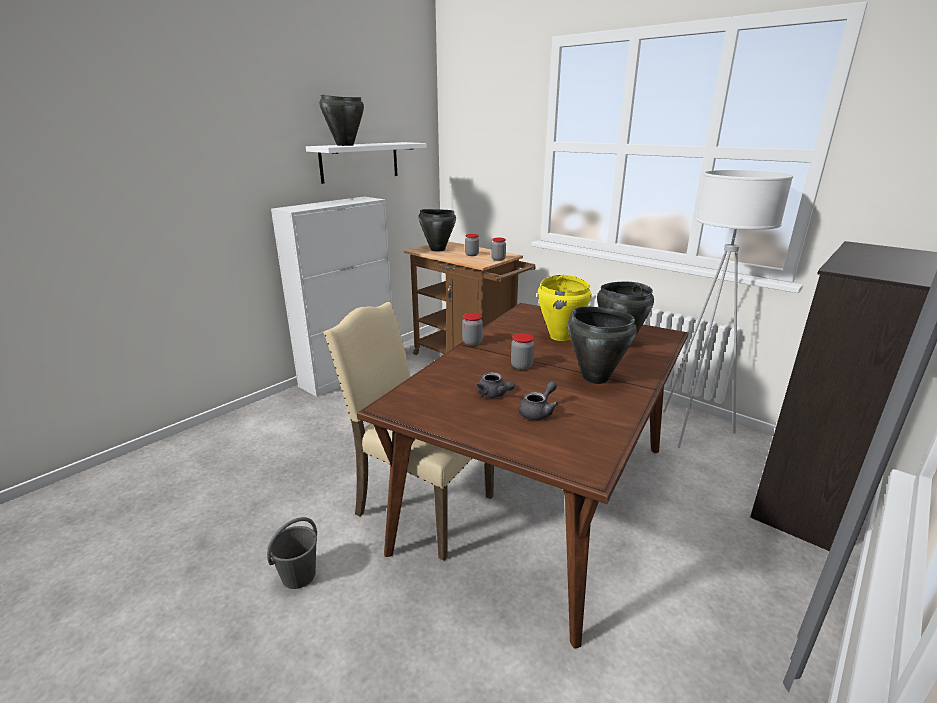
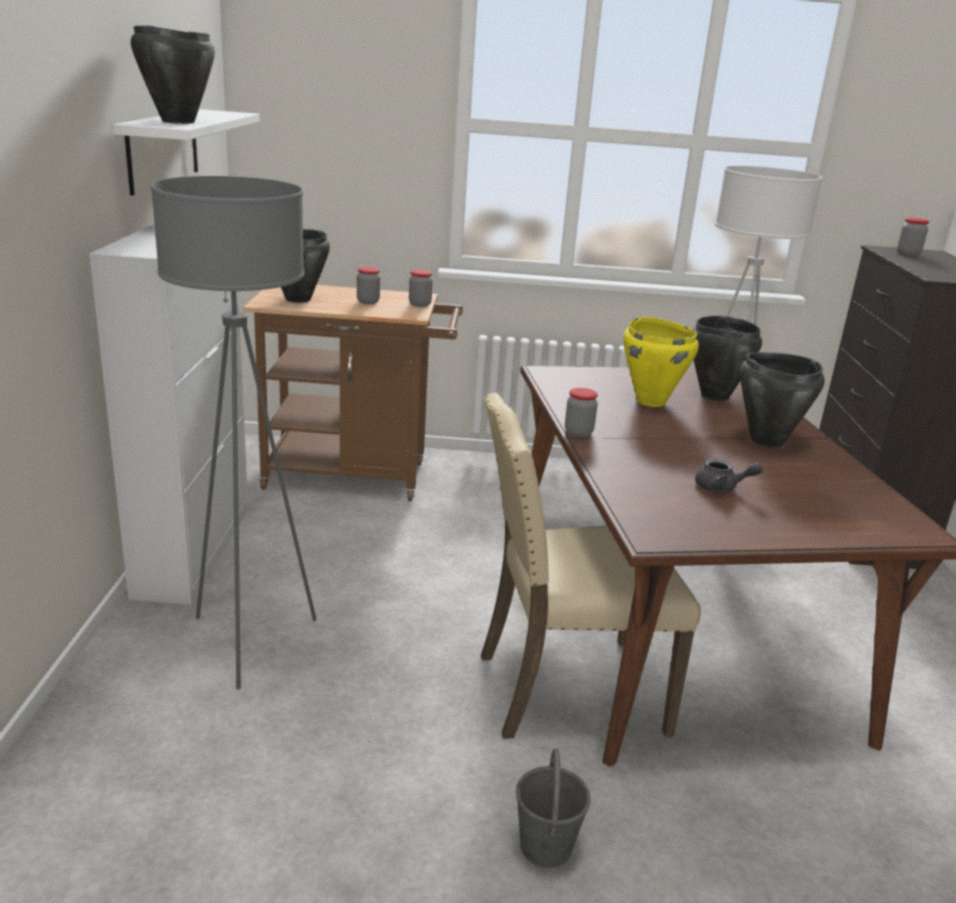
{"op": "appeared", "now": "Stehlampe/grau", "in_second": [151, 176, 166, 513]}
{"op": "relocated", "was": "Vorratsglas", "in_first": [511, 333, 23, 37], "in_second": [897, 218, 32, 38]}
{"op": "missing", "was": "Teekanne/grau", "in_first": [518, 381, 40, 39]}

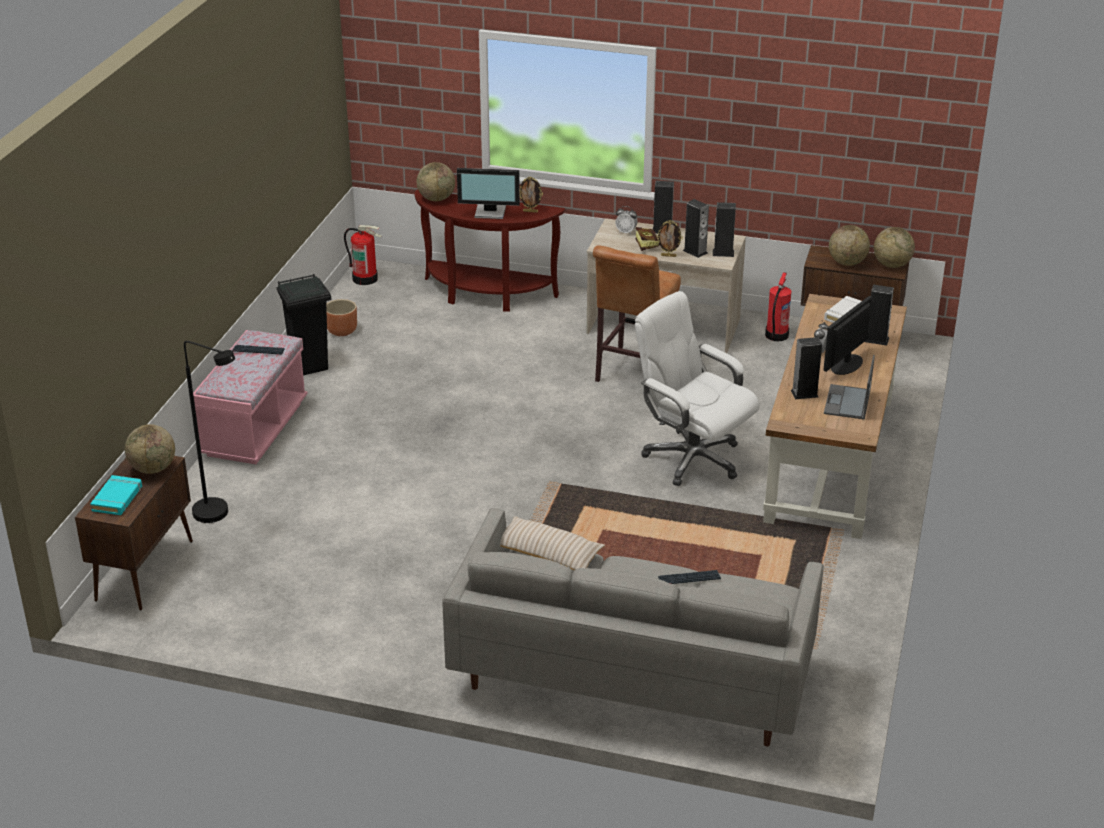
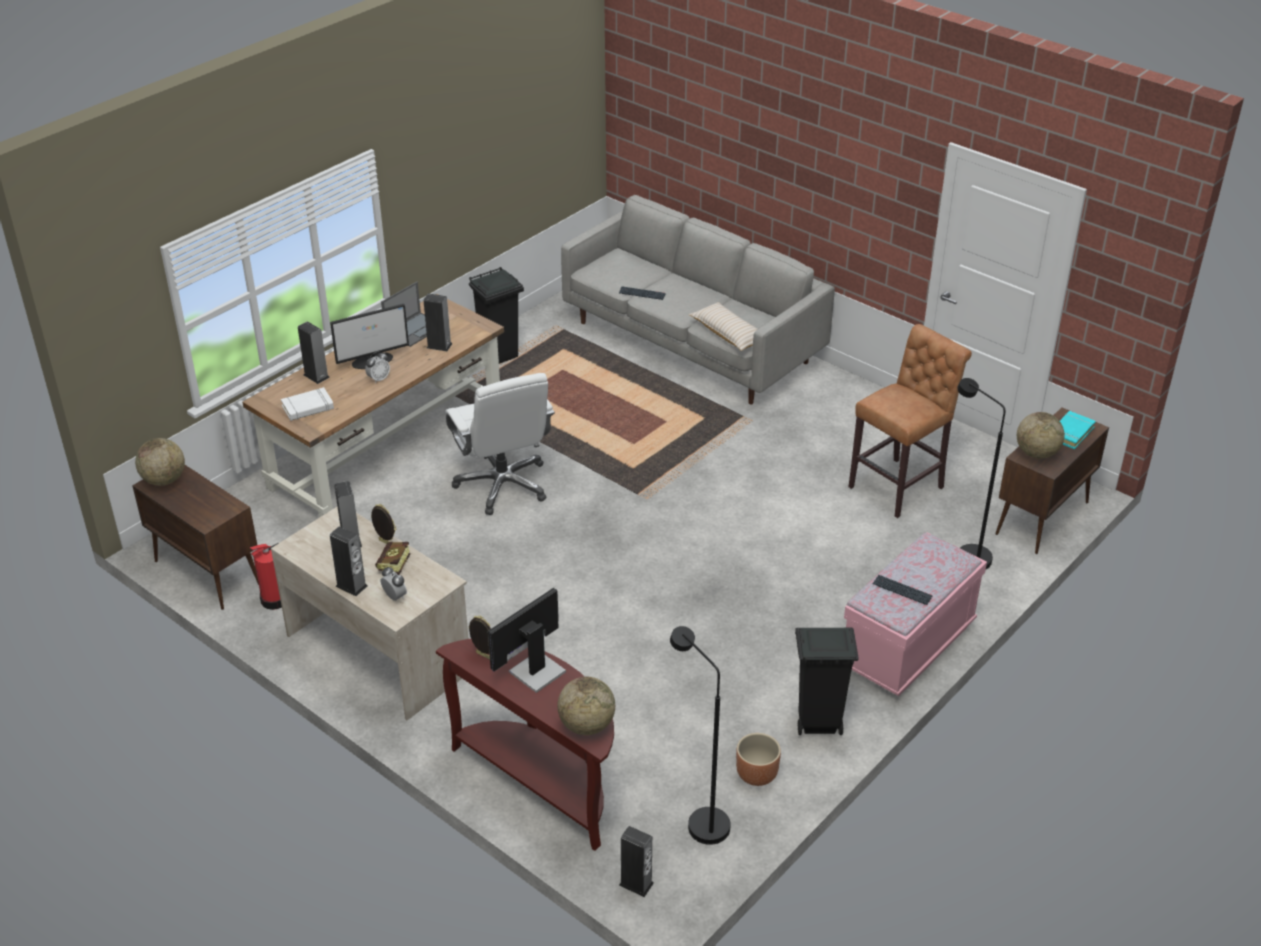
{"op": "appeared", "now": "Mülleimer/schwarz", "in_second": [469, 267, 55, 97]}
{"op": "spun", "was": "Monitor", "in_first": [457, 168, 63, 51], "in_second": [488, 588, 78, 105], "clockwise": -75}
{"op": "relocated", "was": "Lautsprecher", "in_first": [713, 202, 23, 55], "in_second": [619, 826, 35, 71]}
{"op": "appeared", "now": "Stehlampe/schwarz", "in_second": [670, 626, 61, 219]}
{"op": "relocated", "was": "Hocker/braun", "in_first": [593, 245, 88, 137], "in_second": [849, 324, 123, 194]}
{"op": "missing", "was": "Feuerlöscher", "in_first": [344, 225, 38, 60]}
{"op": "missing", "was": "Globus", "in_first": [829, 225, 41, 41]}

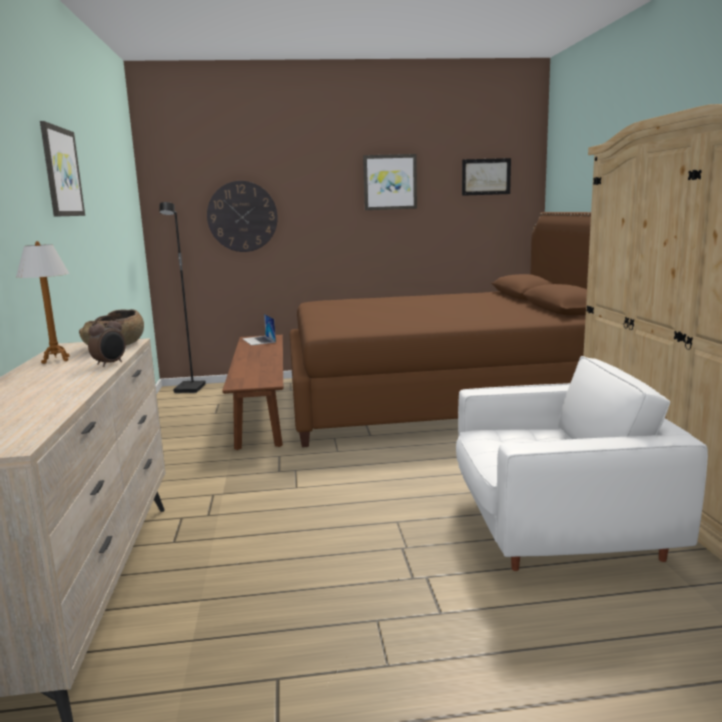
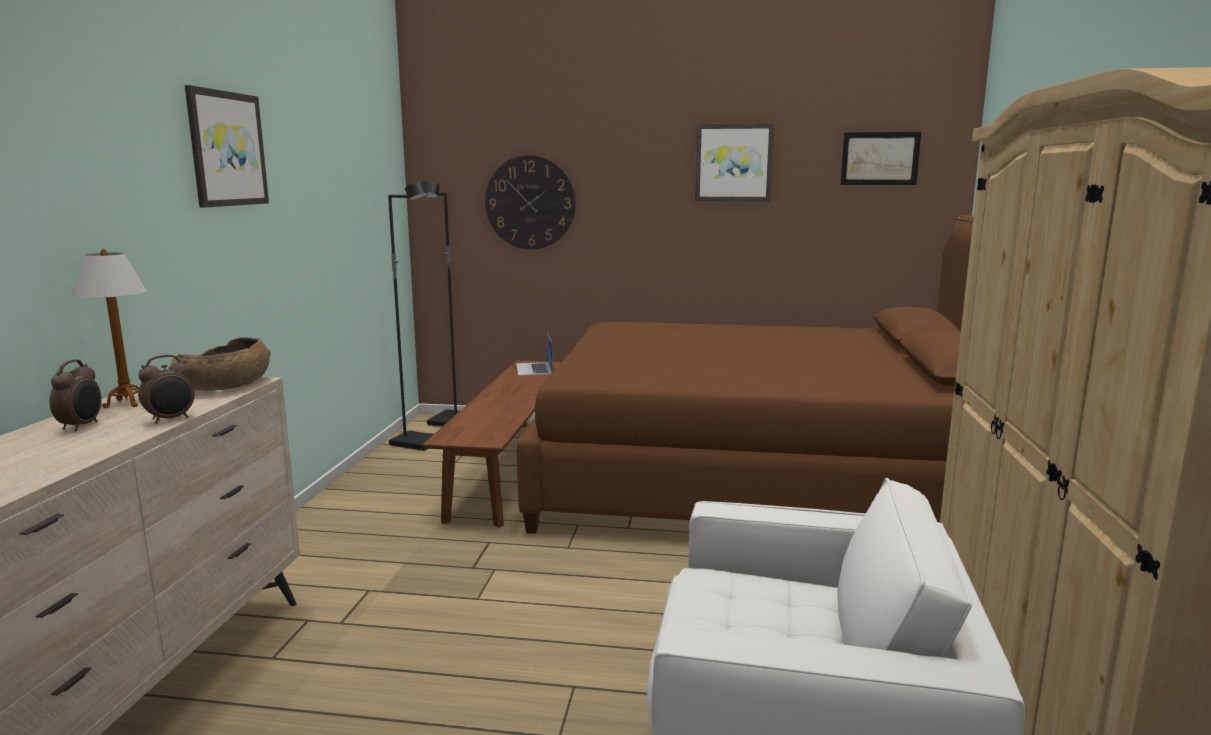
{"op": "appeared", "now": "Wecker", "in_second": [50, 360, 52, 71]}
{"op": "appeared", "now": "Stehlampe/schwarz", "in_second": [388, 182, 46, 269]}

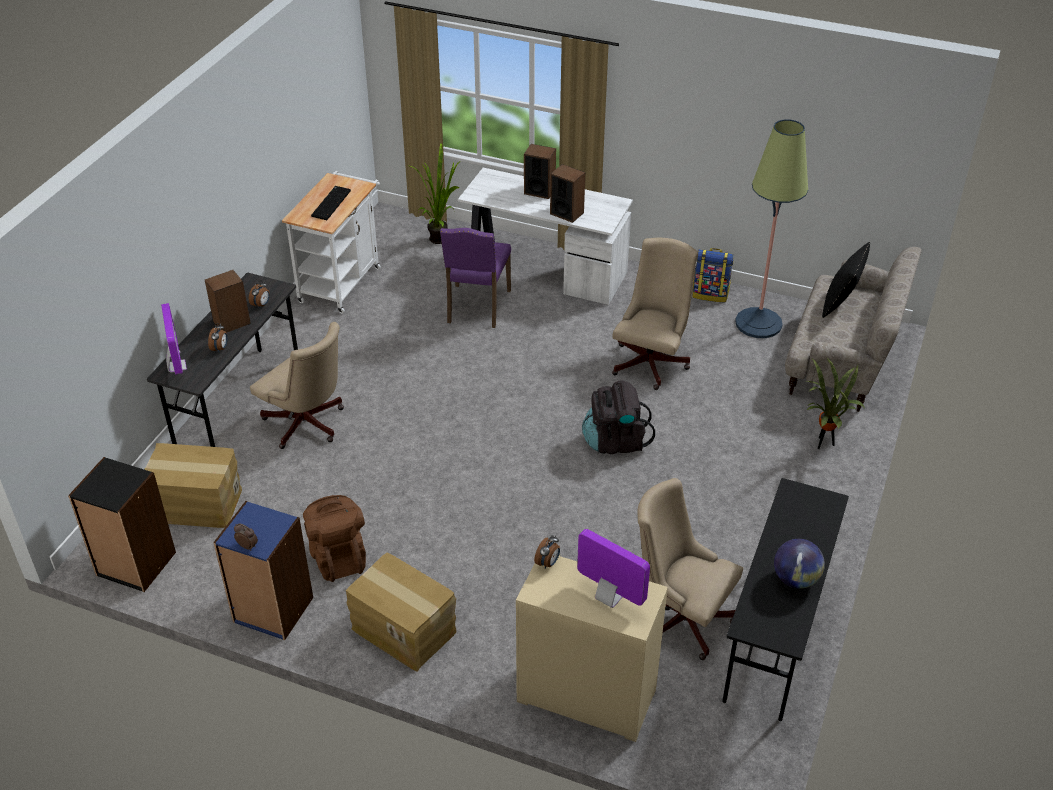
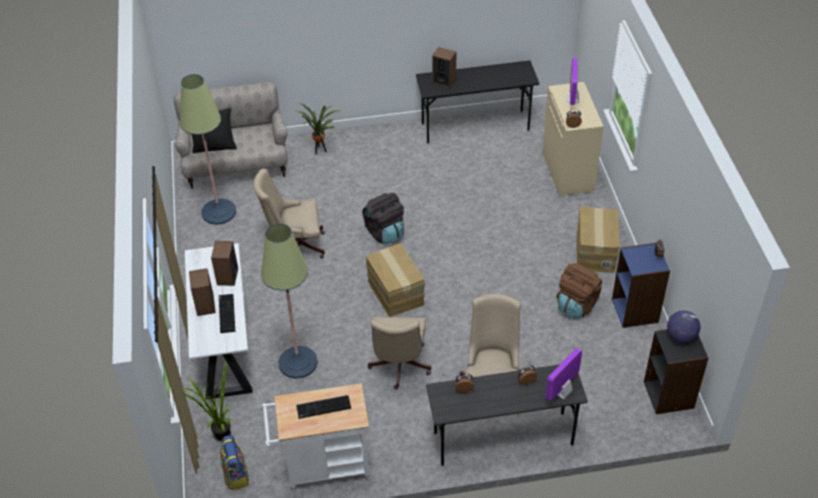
{"op": "appeared", "now": "Tastatur", "in_second": [219, 294, 16, 39]}
{"op": "relocated", "was": "Rucksack", "in_first": [693, 248, 40, 54], "in_second": [220, 435, 29, 55]}
{"op": "exchanged", "was": "Stuhl/lila", "now": "Stehlampe", "in_first": [440, 228, 71, 100], "in_second": [261, 224, 57, 155]}
{"op": "relocated", "was": "Karton", "in_first": [144, 443, 98, 85], "in_second": [366, 243, 59, 74]}
{"op": "relocated", "was": "Bürostuhl/beige", "in_first": [637, 478, 106, 182], "in_second": [368, 317, 63, 72]}
{"op": "relocated", "was": "Lautsprecher", "in_first": [205, 270, 46, 63], "in_second": [432, 47, 24, 41]}
{"op": "relocated", "was": "Globus", "in_first": [774, 539, 51, 50], "in_second": [667, 310, 33, 33]}

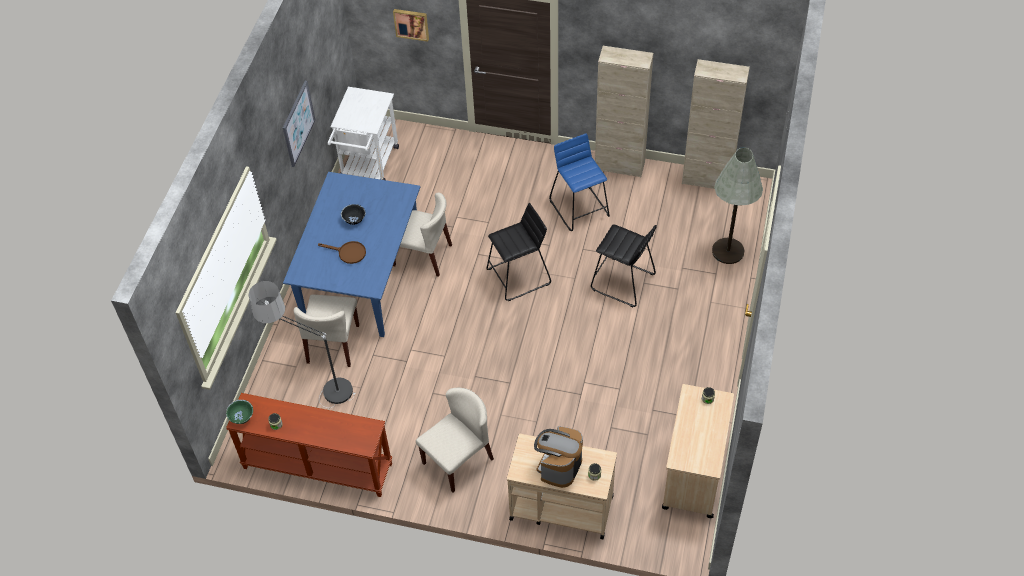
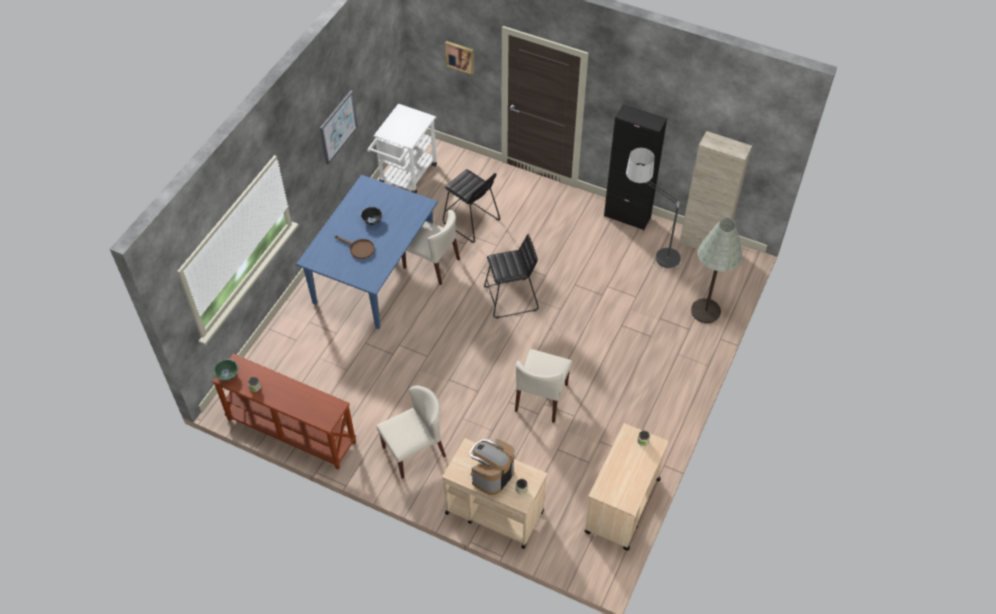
{"op": "relocated", "was": "Hocker/schwarz", "in_first": [591, 224, 66, 83], "in_second": [443, 169, 57, 74]}
{"op": "relocated", "was": "Stuhl/beige", "in_first": [294, 294, 65, 73], "in_second": [515, 349, 57, 74]}
{"op": "colour", "was": "Schrank/beige", "now": "Schrank/schwarz", "in_first": [595, 46, 58, 132], "in_second": [604, 104, 63, 126]}
{"op": "relocated", "was": "Stehlampe", "in_first": [248, 281, 107, 127], "in_second": [626, 148, 56, 122]}
{"op": "missing", "was": "Hocker/blau", "in_first": [549, 133, 61, 98]}

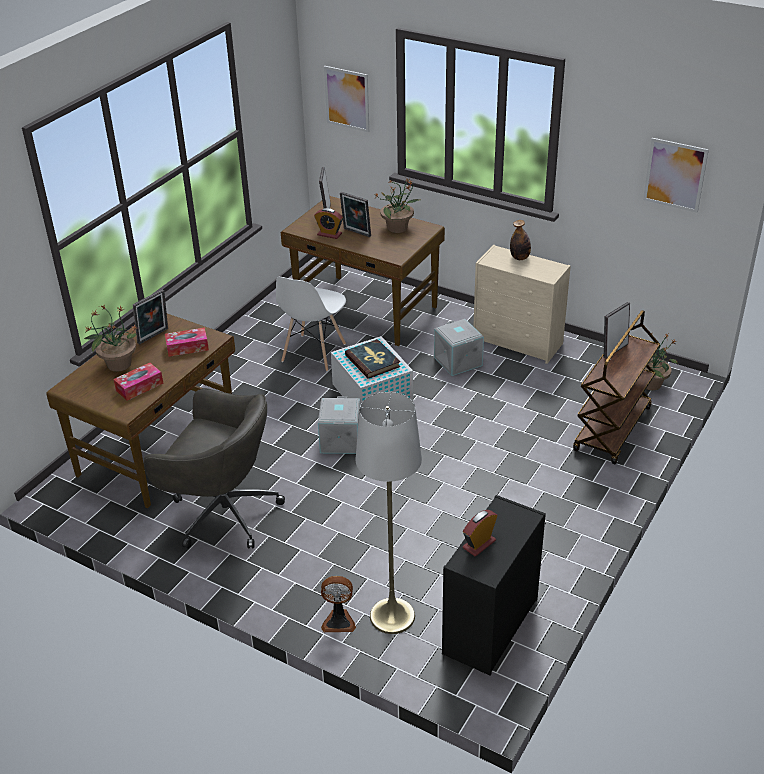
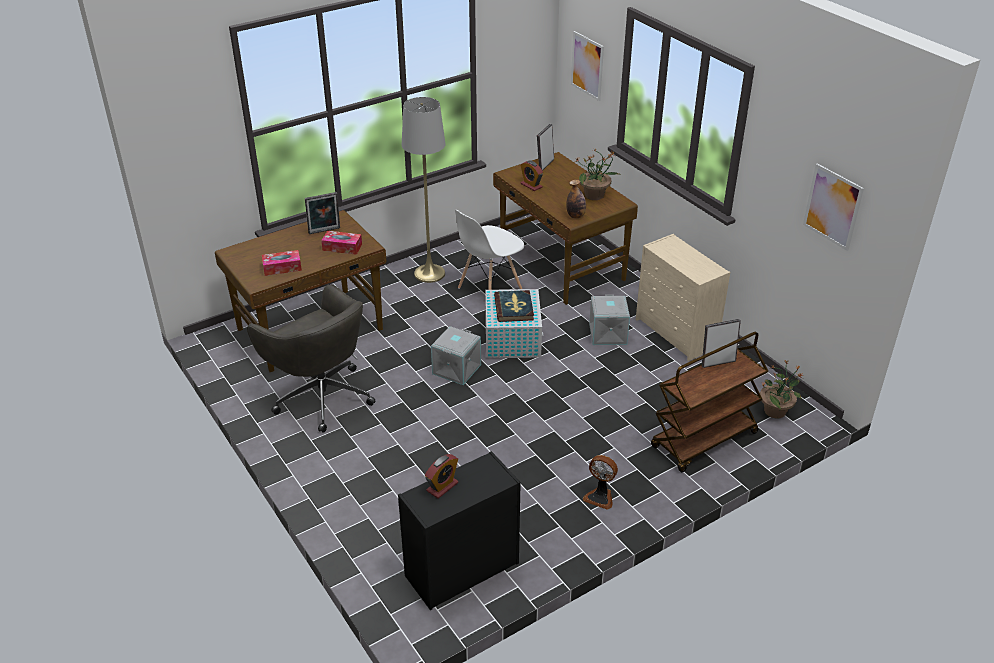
{"op": "relocated", "was": "Stehlampe/grau", "in_first": [356, 392, 66, 242], "in_second": [402, 97, 43, 186]}
{"op": "spun", "was": "Wecker", "in_first": [463, 510, 34, 46], "in_second": [425, 454, 33, 45], "clockwise": 150}
{"op": "relocated", "was": "Flasche", "in_first": [510, 220, 21, 40], "in_second": [566, 179, 20, 39]}
{"op": "relocated", "was": "Ventilator", "in_first": [321, 576, 35, 56], "in_second": [583, 455, 35, 55]}
{"op": "missing", "was": "Topfpflanze", "in_first": [84, 305, 55, 67]}
{"op": "missing", "was": "Bilderrahmen", "in_first": [340, 192, 31, 45]}

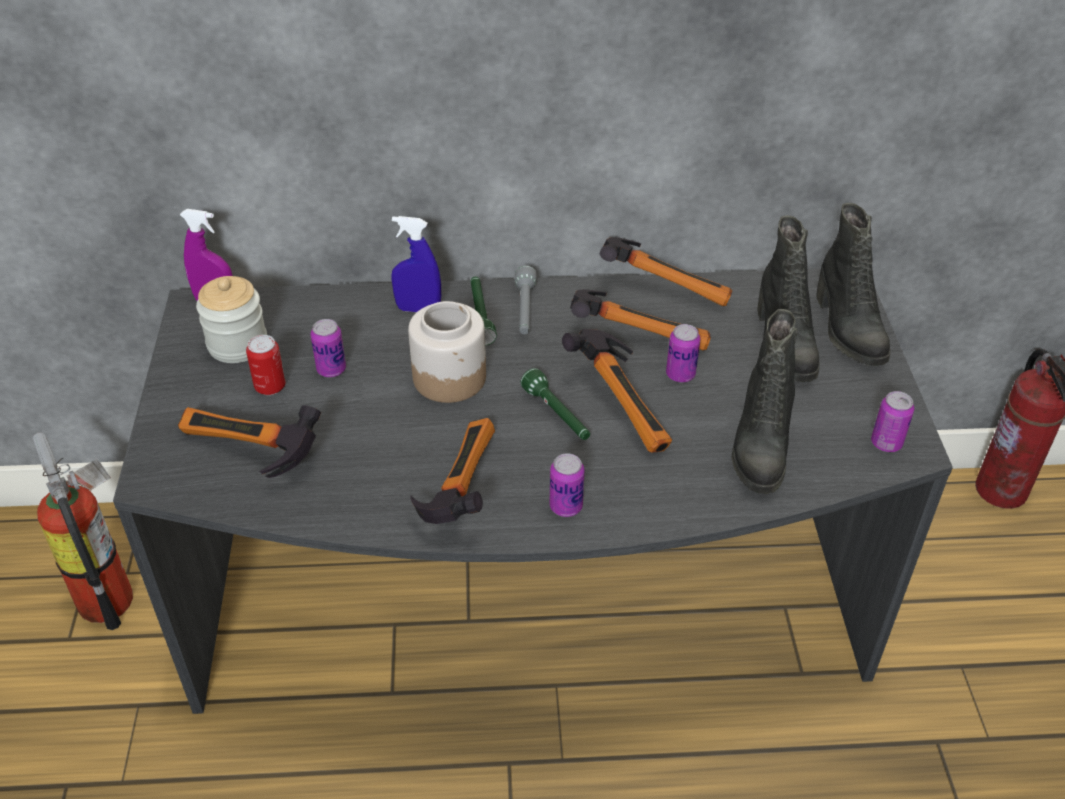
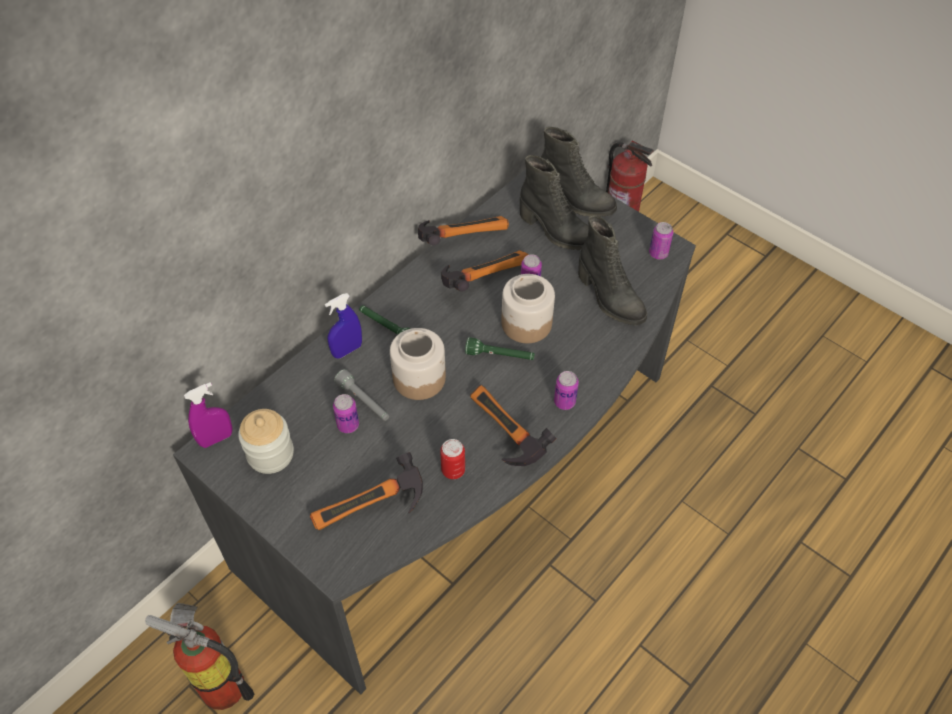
{"op": "relocated", "was": "Taschenlampe/grau", "in_first": [514, 266, 23, 68], "in_second": [334, 369, 55, 52]}
{"op": "relocated", "was": "Dose", "in_first": [246, 335, 40, 60], "in_second": [440, 439, 25, 40]}
{"op": "exchanged", "was": "Hammer", "now": "Vorratsglas", "in_first": [562, 329, 110, 124], "in_second": [501, 274, 54, 69]}

